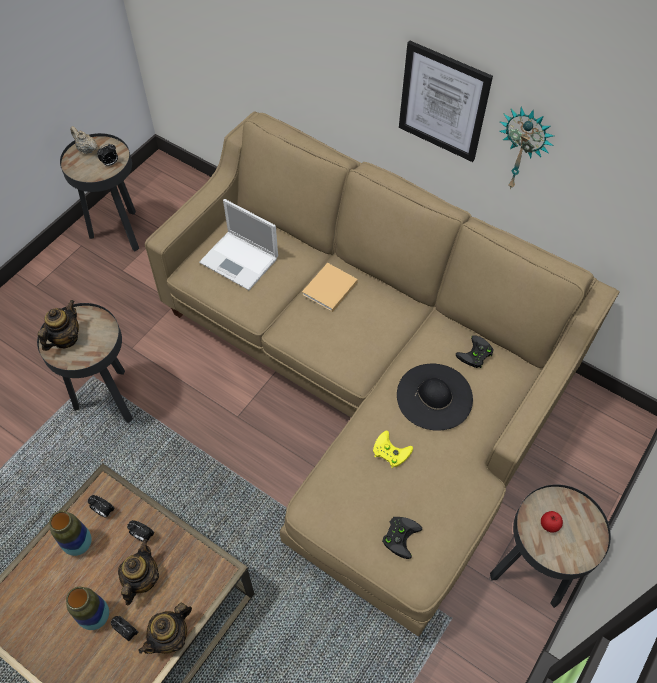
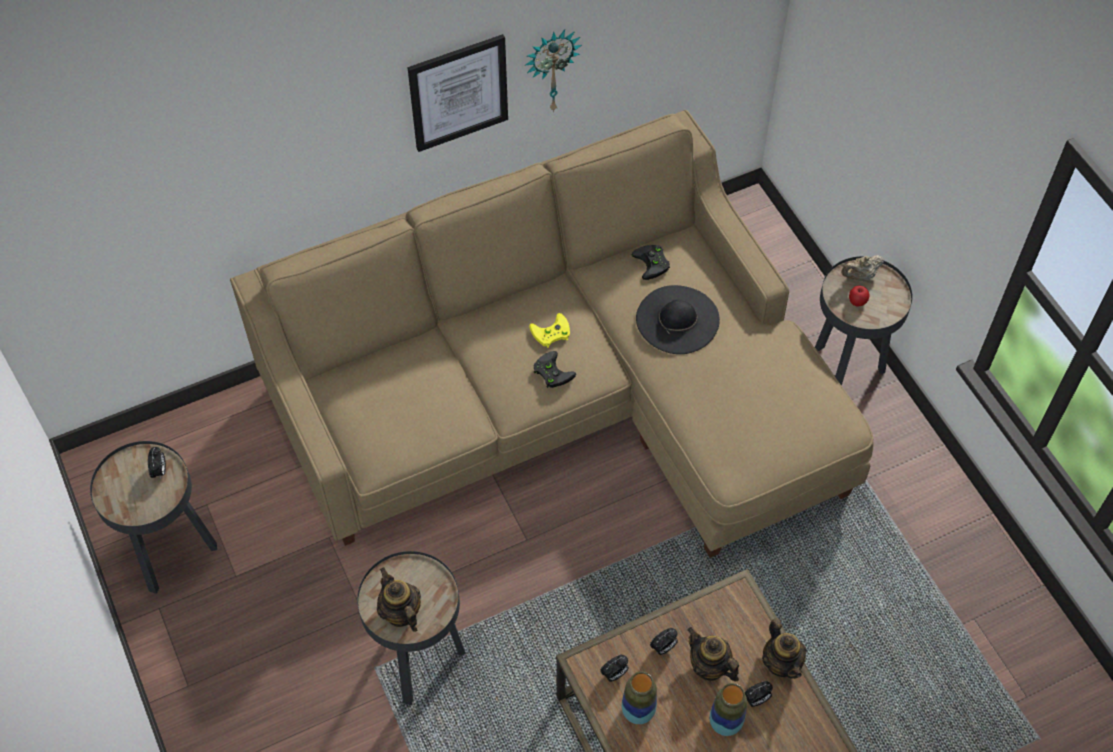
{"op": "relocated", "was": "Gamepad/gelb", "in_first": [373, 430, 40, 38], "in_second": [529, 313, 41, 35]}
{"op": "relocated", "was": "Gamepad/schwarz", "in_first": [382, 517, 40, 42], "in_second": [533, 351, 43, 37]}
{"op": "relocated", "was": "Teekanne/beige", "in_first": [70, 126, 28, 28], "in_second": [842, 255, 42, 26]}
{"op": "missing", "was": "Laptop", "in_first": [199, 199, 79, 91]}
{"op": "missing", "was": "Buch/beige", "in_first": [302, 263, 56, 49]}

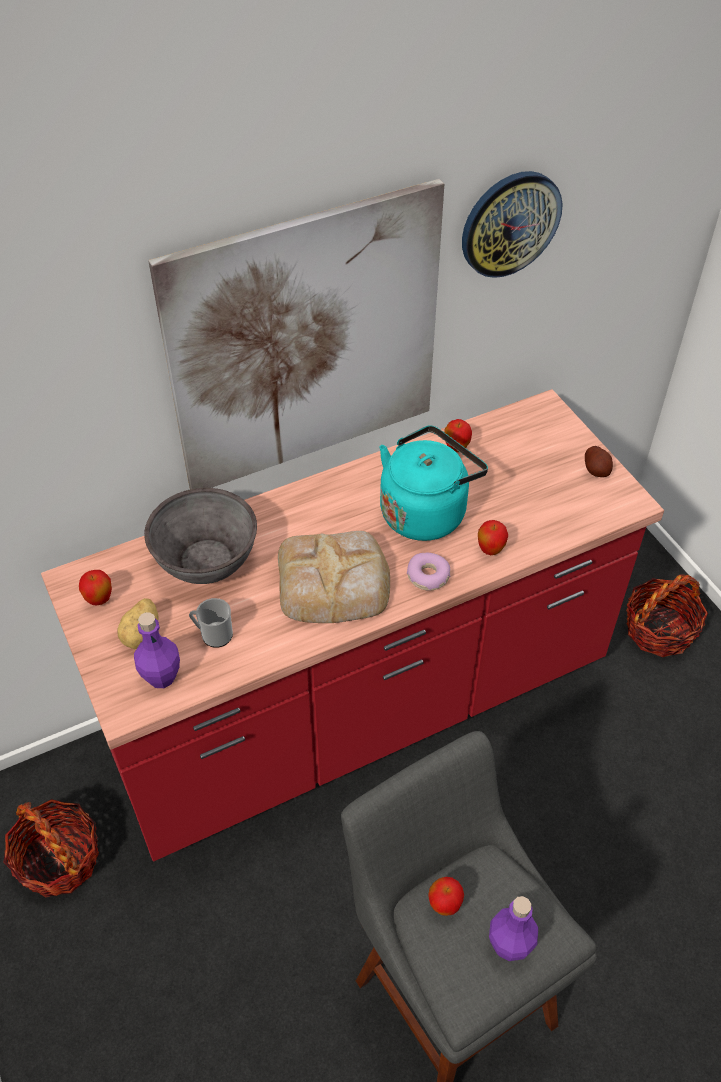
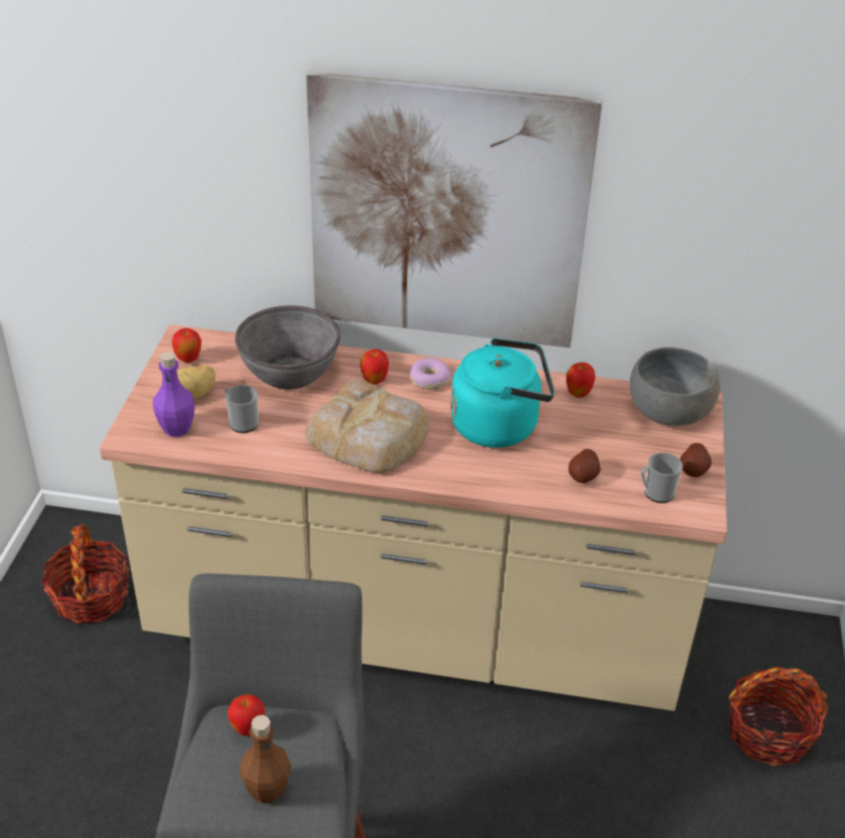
{"op": "colour", "was": "Küchenzeile/rot", "now": "Küchenzeile/beige", "in_first": [41, 389, 623, 472], "in_second": [100, 325, 627, 386]}
{"op": "colour", "was": "Flasche/lila", "now": "Flasche/braun", "in_first": [489, 896, 49, 65], "in_second": [239, 715, 52, 89]}
{"op": "relocated", "was": "Apfel", "in_first": [478, 520, 30, 35], "in_second": [360, 349, 29, 36]}
{"op": "relocated", "was": "Donut", "in_first": [407, 553, 43, 37], "in_second": [410, 358, 42, 31]}
{"op": "appeared", "now": "Kartoffel", "in_second": [568, 449, 33, 34]}
{"op": "appeared", "now": "Schüssel/grau", "in_second": [629, 347, 91, 79]}
{"op": "appeared", "now": "Henkelbecher", "in_second": [641, 452, 42, 51]}
{"op": "missing", "was": "Wanduhr", "in_first": [462, 171, 100, 107]}

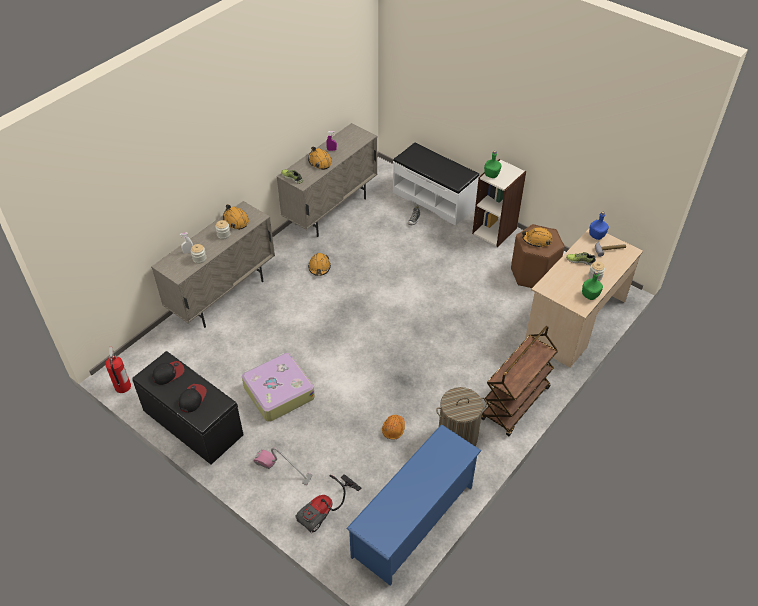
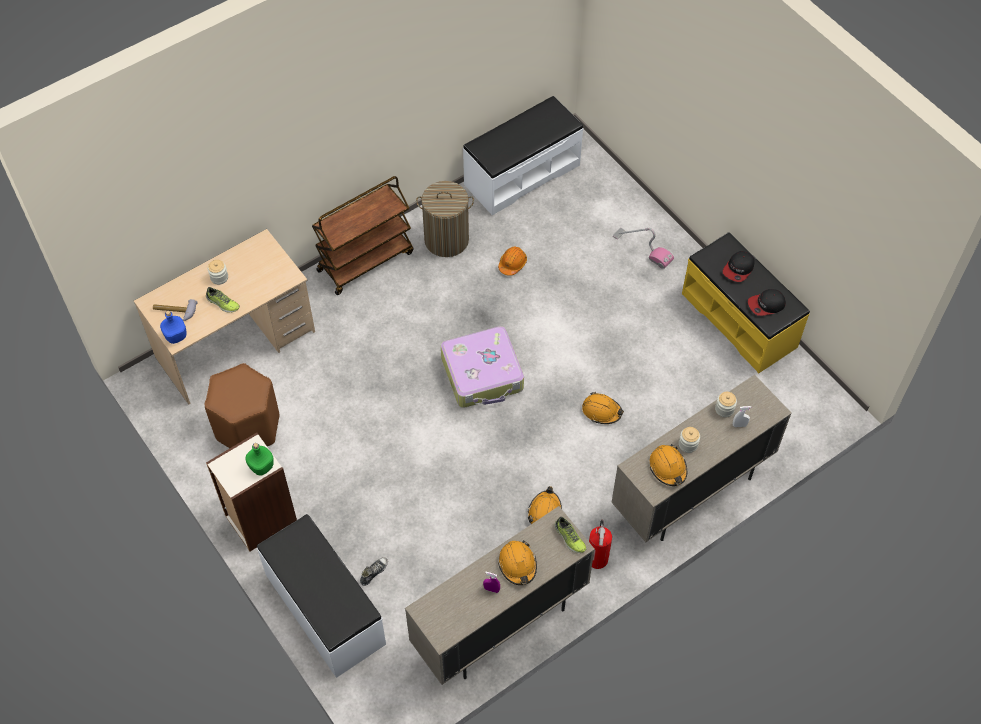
{"op": "relocated", "was": "Koffer", "in_first": [242, 353, 73, 69], "in_second": [441, 326, 83, 82]}
{"op": "exchanged", "was": "Schuhregal/blau", "now": "Bank/weiß", "in_first": [346, 424, 135, 162], "in_second": [463, 96, 121, 120]}
{"op": "relocated", "was": "Schutzhelm/orange", "in_first": [522, 227, 30, 20], "in_second": [582, 392, 42, 32]}
{"op": "relocated", "was": "Feuerlöscher", "in_first": [105, 347, 26, 46], "in_second": [589, 520, 23, 49]}
{"op": "colour", "was": "Bank/schwarz", "now": "Bank/gelb", "in_first": [132, 351, 112, 113], "in_second": [682, 232, 128, 141]}
{"op": "missing", "was": "Staubsauger", "in_first": [295, 474, 67, 59]}
{"op": "missing", "was": "Flasche/grün", "in_first": [582, 271, 21, 29]}

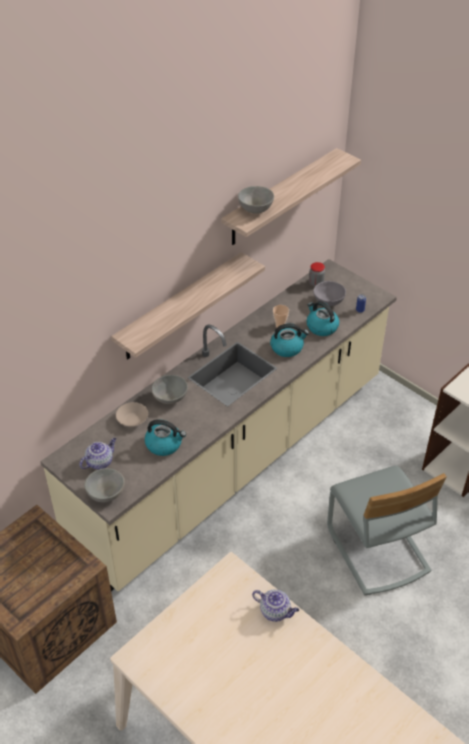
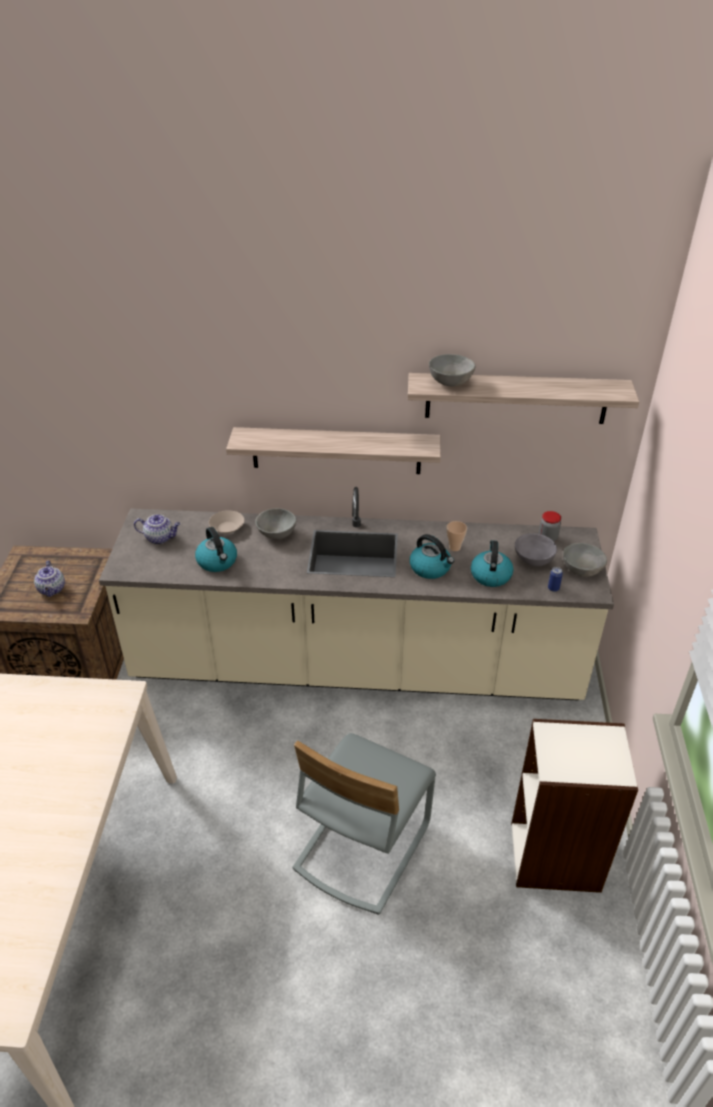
{"op": "relocated", "was": "Teekanne", "in_first": [252, 589, 47, 33], "in_second": [34, 561, 31, 36]}
{"op": "relocated", "was": "Schüssel/grau", "in_first": [84, 468, 41, 34], "in_second": [563, 543, 44, 34]}

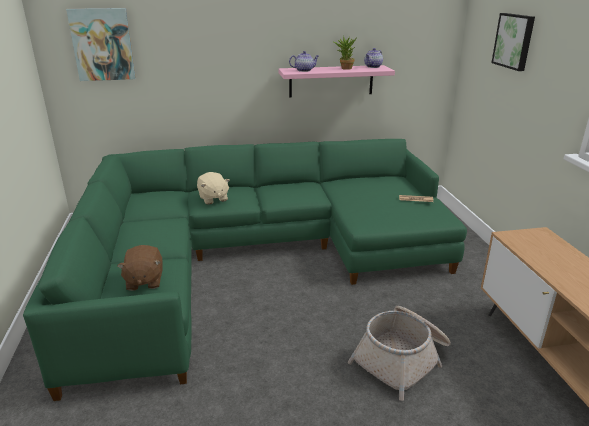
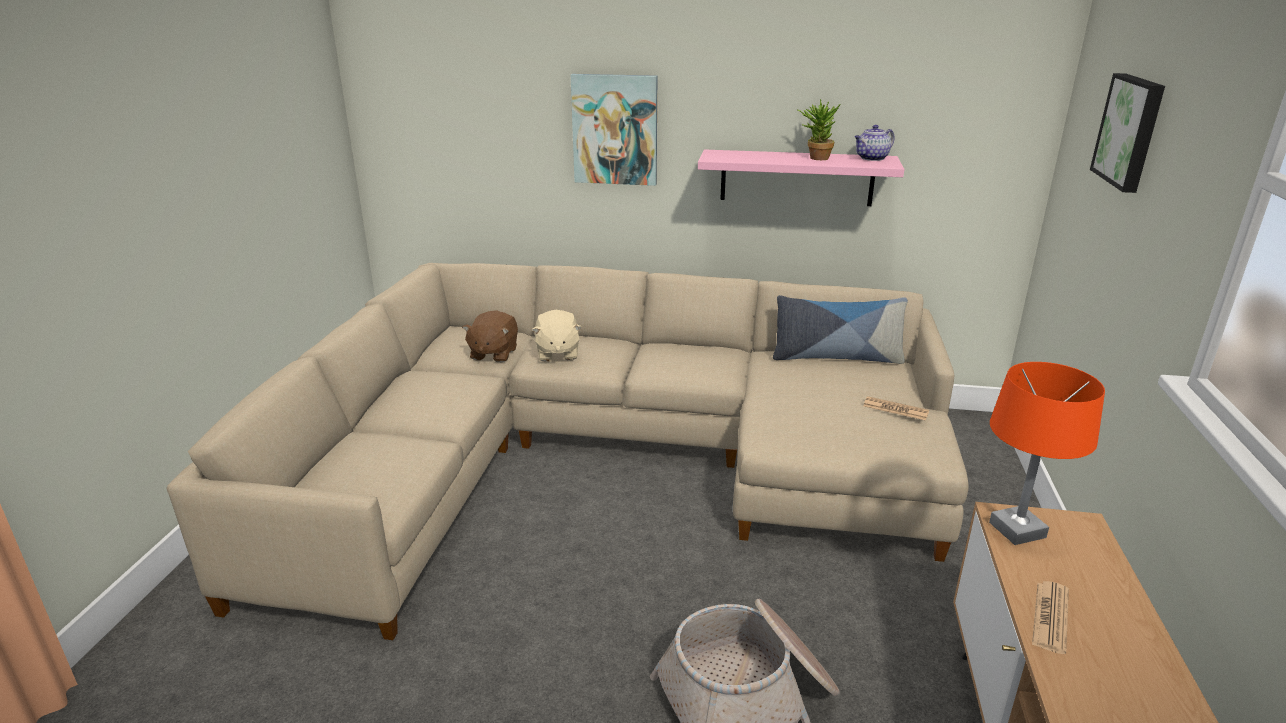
{"op": "colour", "was": "Sofa/grün", "now": "Sofa/beige", "in_first": [23, 139, 444, 262], "in_second": [167, 263, 802, 377]}
{"op": "relocated", "was": "Plüschtier/braun", "in_first": [117, 245, 45, 46], "in_second": [462, 310, 56, 53]}
{"op": "relocated", "was": "Bild", "in_first": [66, 8, 70, 73], "in_second": [571, 74, 86, 112]}
{"op": "appeared", "now": "Kissen", "in_second": [773, 295, 135, 69]}
{"op": "appeared", "now": "Tischlampe/orange", "in_second": [989, 362, 116, 183]}
{"op": "appeared", "now": "Zeitung", "in_second": [1032, 581, 37, 73]}
{"op": "missing", "was": "Teekanne", "in_first": [289, 51, 30, 21]}

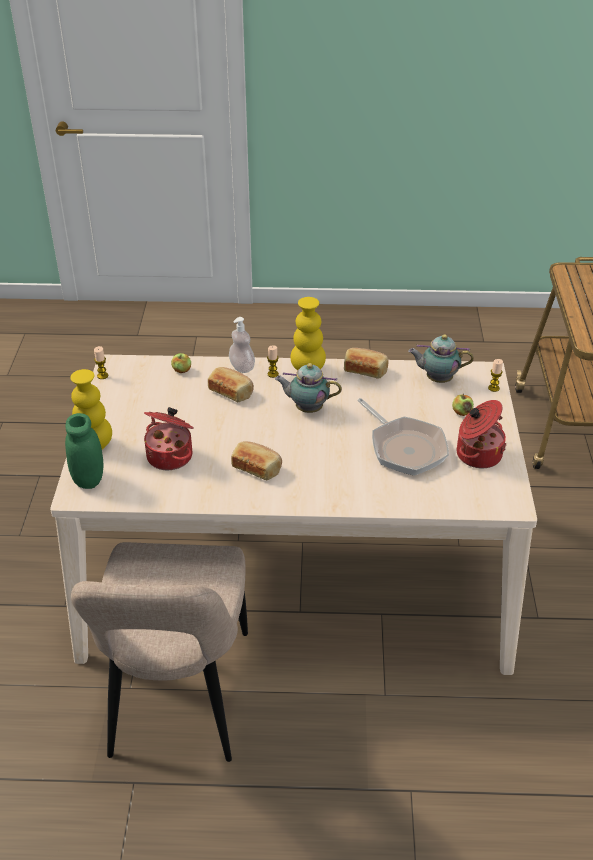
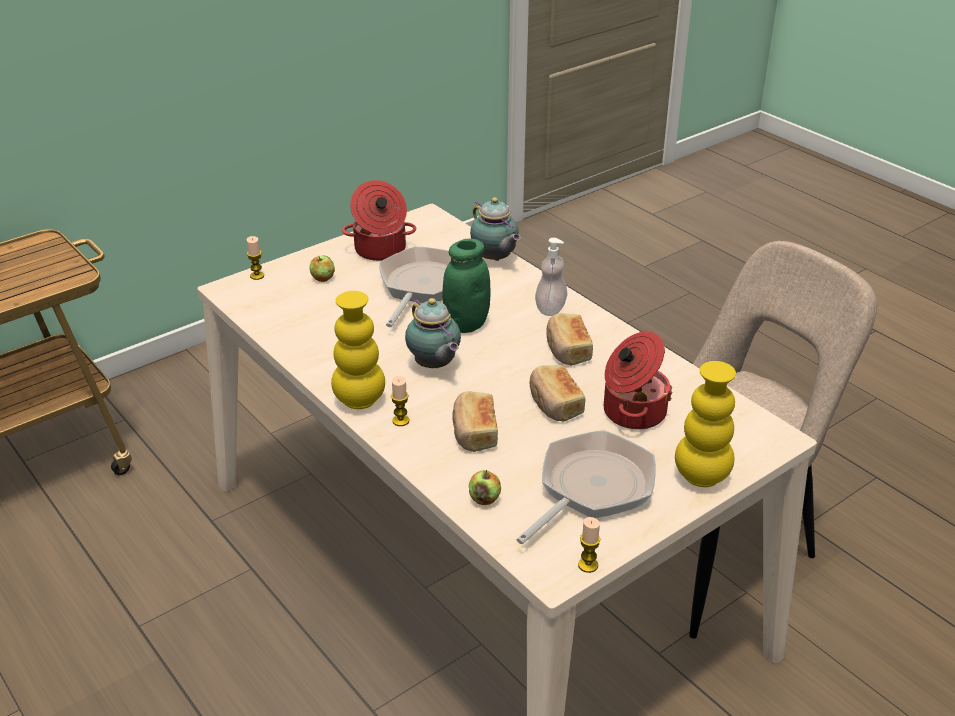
{"op": "relocated", "was": "Vorratsglas/grün", "in_first": [65, 413, 39, 76], "in_second": [442, 239, 49, 94]}
{"op": "relocated", "was": "Teekanne", "in_first": [408, 334, 66, 49], "in_second": [470, 197, 51, 64]}
{"op": "appeared", "now": "Pfanne", "in_second": [516, 430, 140, 114]}
{"op": "relocated", "was": "Brot", "in_first": [344, 348, 45, 31], "in_second": [530, 365, 55, 57]}
{"op": "relocated", "was": "Seifenspender", "in_first": [229, 317, 26, 56], "in_second": [535, 238, 32, 78]}

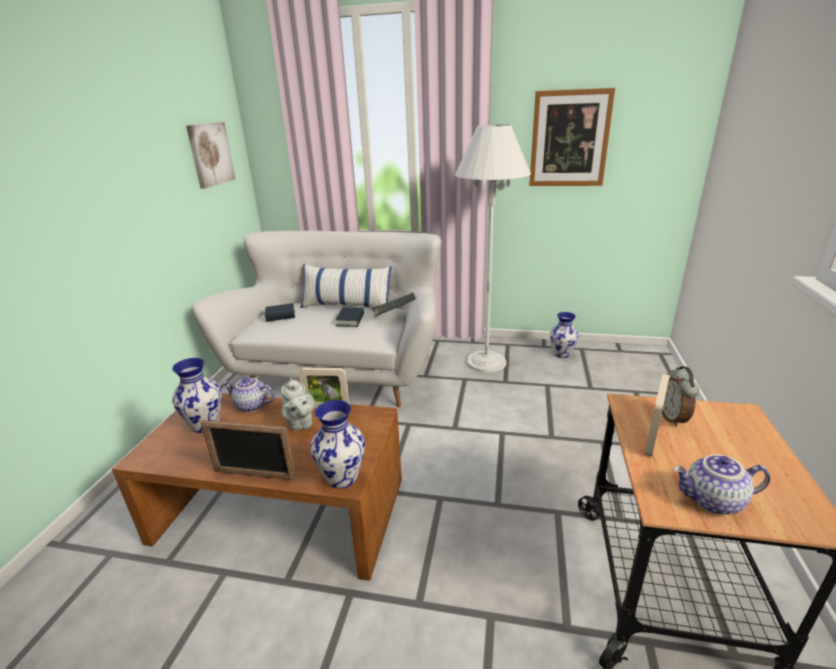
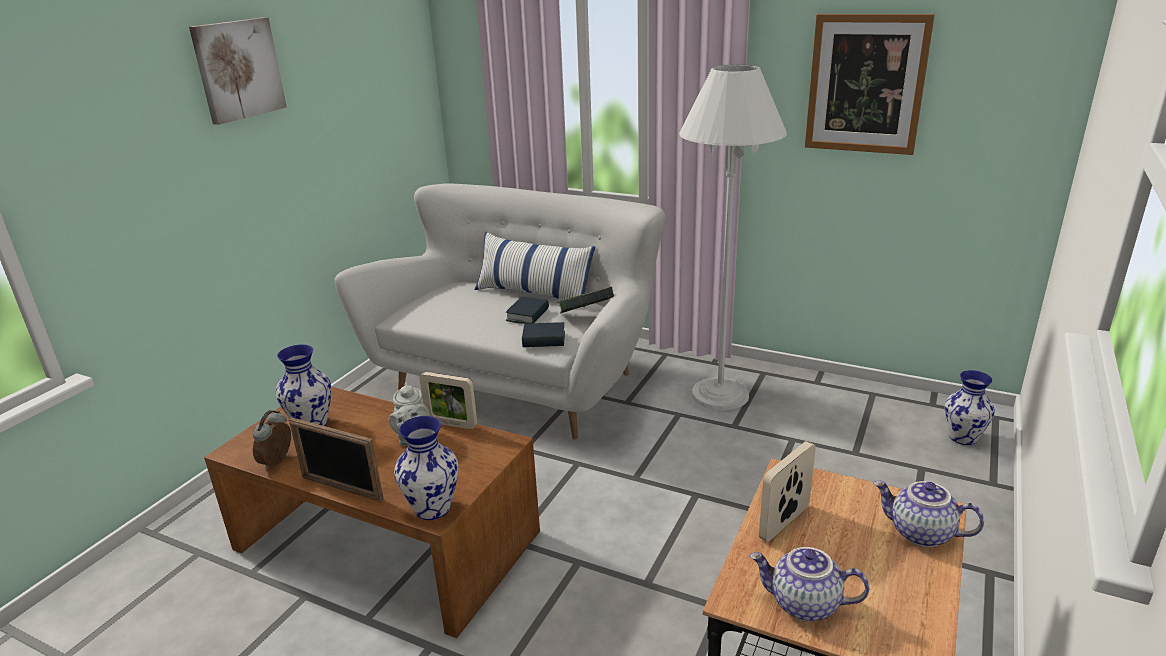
{"op": "relocated", "was": "Bild", "in_first": [186, 122, 50, 66], "in_second": [189, 17, 98, 108]}
{"op": "relocated", "was": "Wecker", "in_first": [662, 366, 37, 61], "in_second": [252, 410, 39, 60]}
{"op": "relocated", "was": "Buch", "in_first": [265, 303, 30, 19], "in_second": [522, 322, 43, 25]}
{"op": "relocated", "was": "Teekanne", "in_first": [223, 377, 52, 35], "in_second": [873, 481, 111, 66]}
{"op": "relocated", "was": "Vase", "in_first": [550, 312, 29, 46], "in_second": [945, 370, 50, 75]}

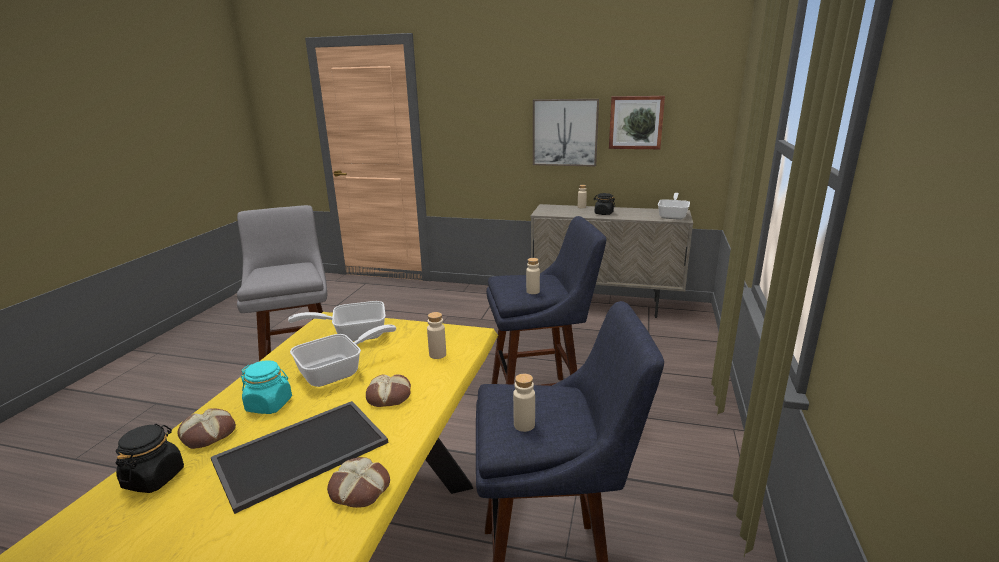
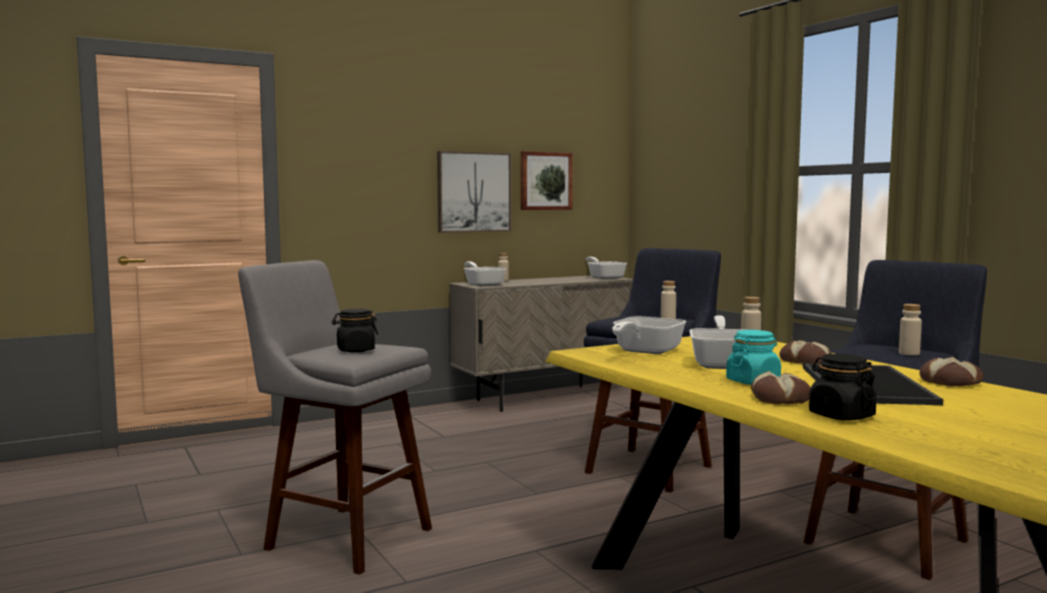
{"op": "relocated", "was": "Vorratsglas/schwarz", "in_first": [593, 193, 22, 22], "in_second": [332, 309, 46, 43]}
{"op": "appeared", "now": "Pfanne", "in_second": [464, 262, 42, 24]}

